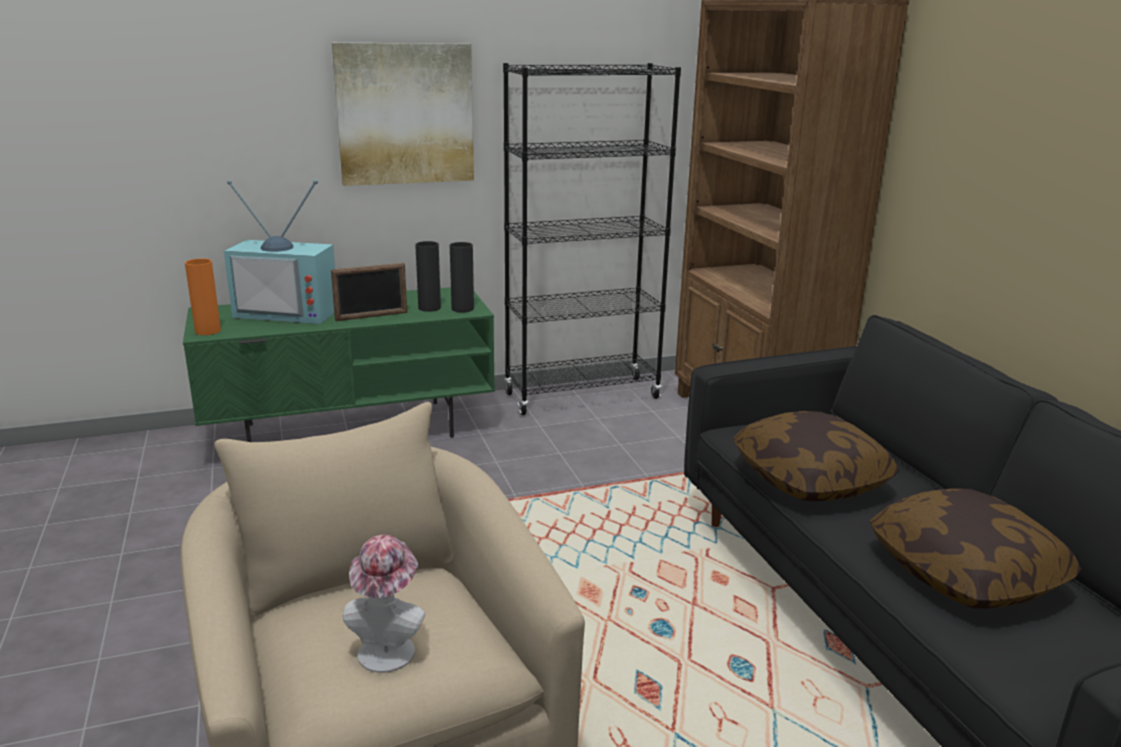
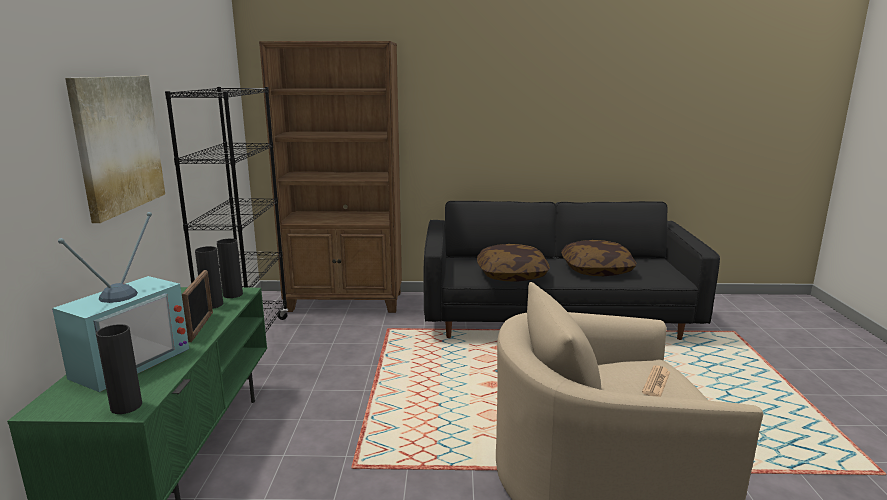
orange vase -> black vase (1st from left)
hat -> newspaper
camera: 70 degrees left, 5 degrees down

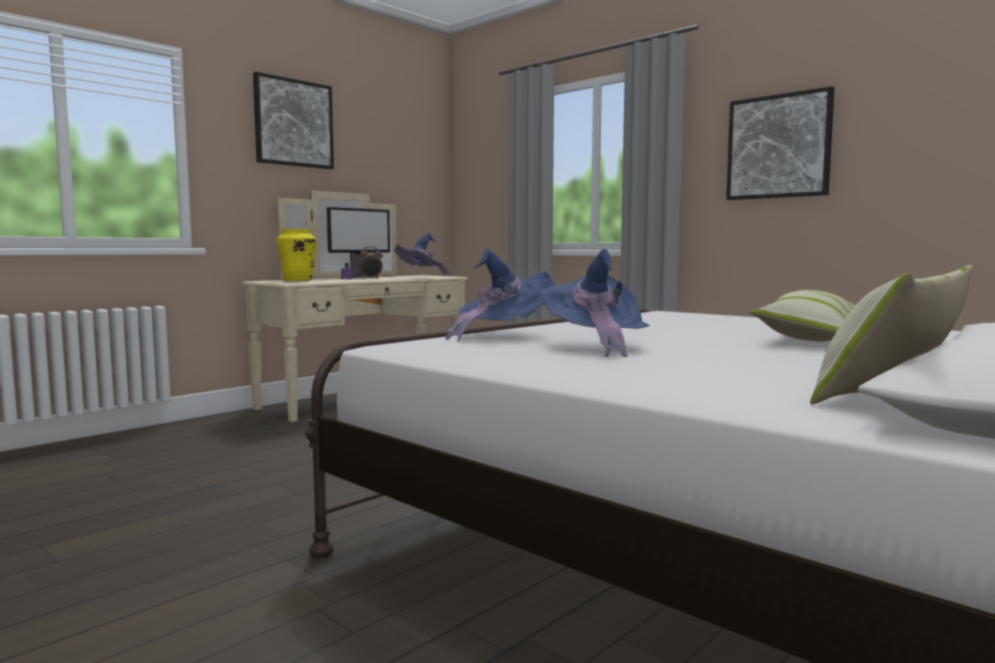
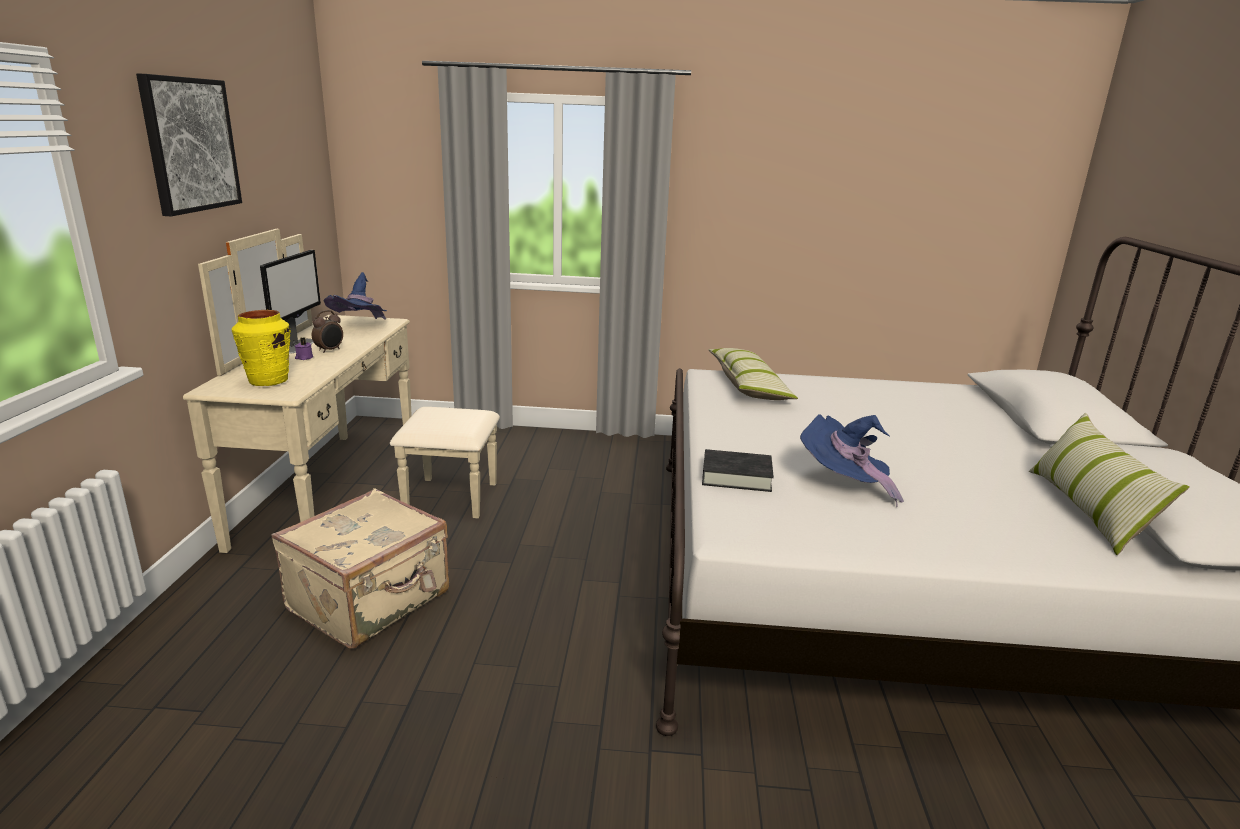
picture (2nd from left) -> none
blue hat (2nd from left) -> black book
pillow (1st from left), move
none -> beige suitcase
camera: 40 degrees left, 15 degrees up

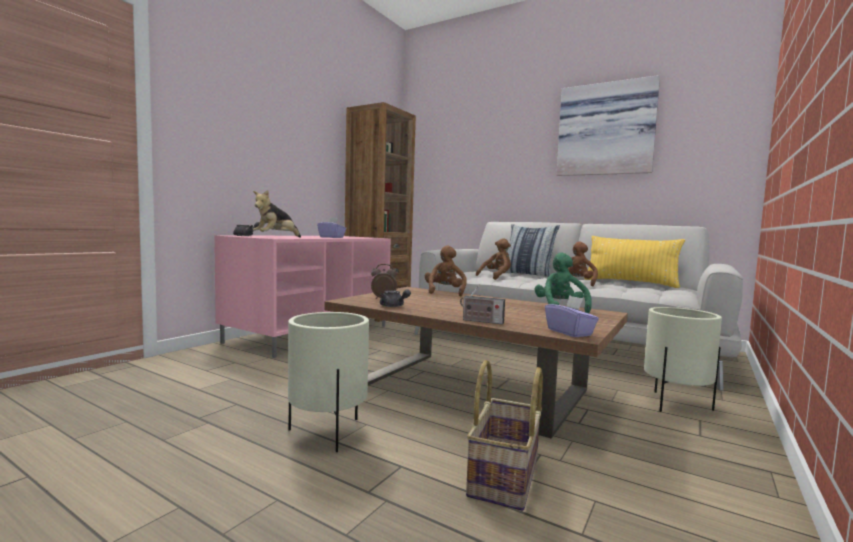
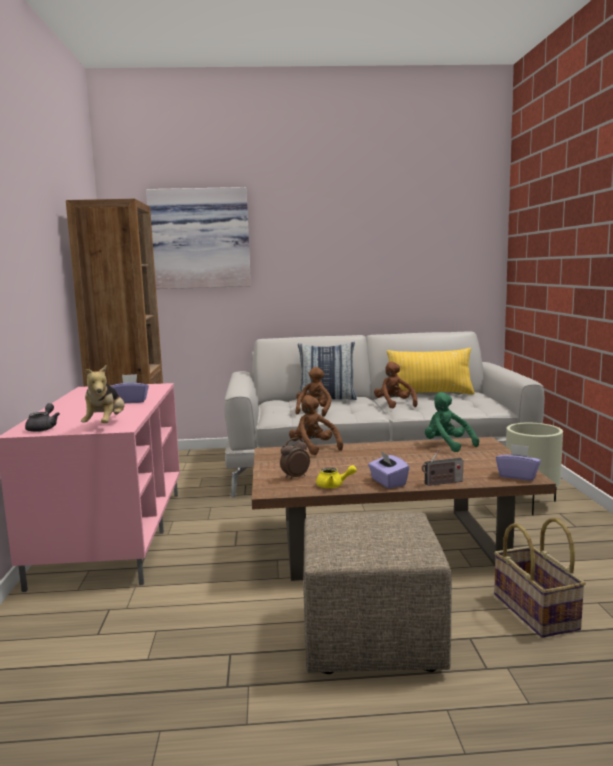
picture, move
grey teapot (2nd from left) -> yellow teapot
beige planter (1st from left) -> beige ottoman
none -> purple tissue box (2nd from left)
camera: 35 degrees left, 5 degrees up

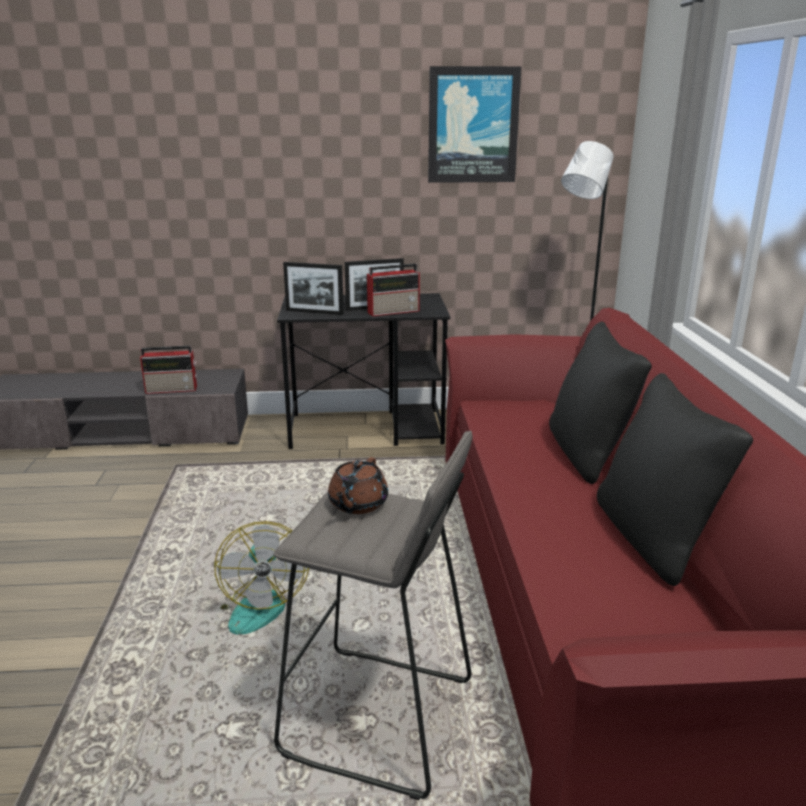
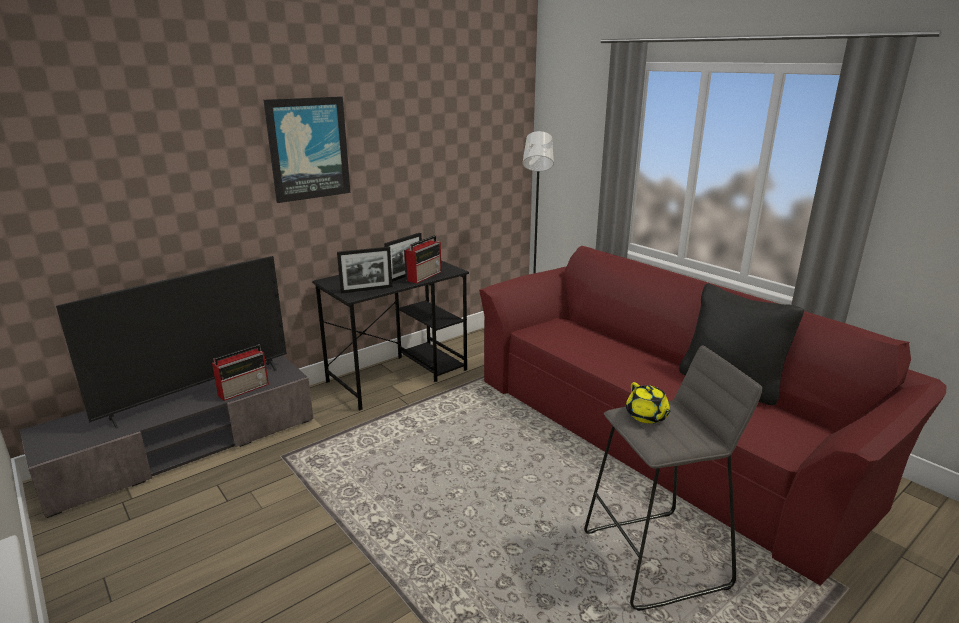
picture, move
black pillow (1st from left) -> none
brown teapot -> yellow teapot
fan -> none
none -> television
camera: 35 degrees left, 0 degrees up

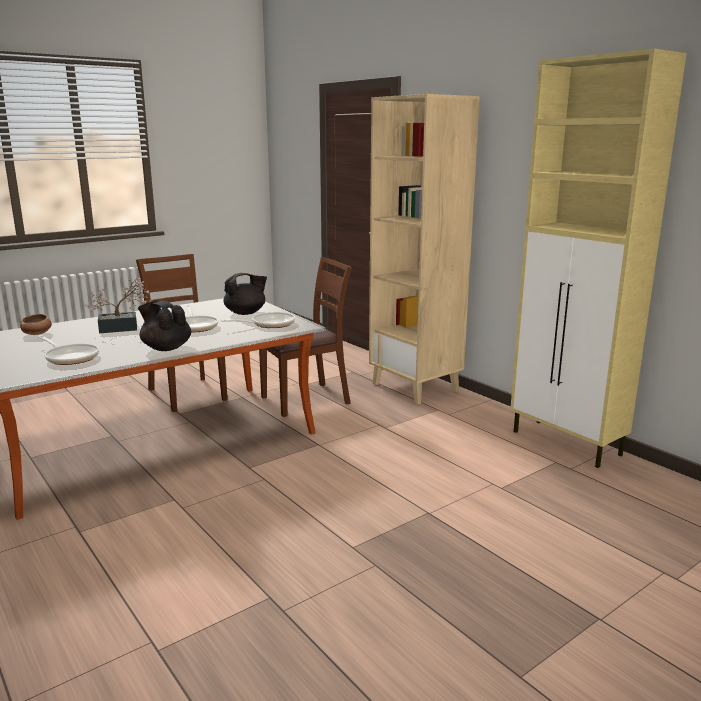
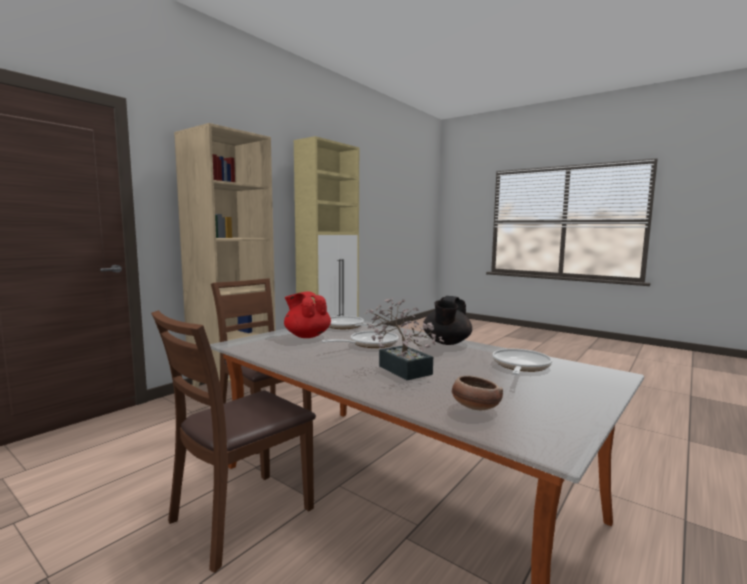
black teapot (2nd from left) -> red teapot
camera: 105 degrees left, 10 degrees down

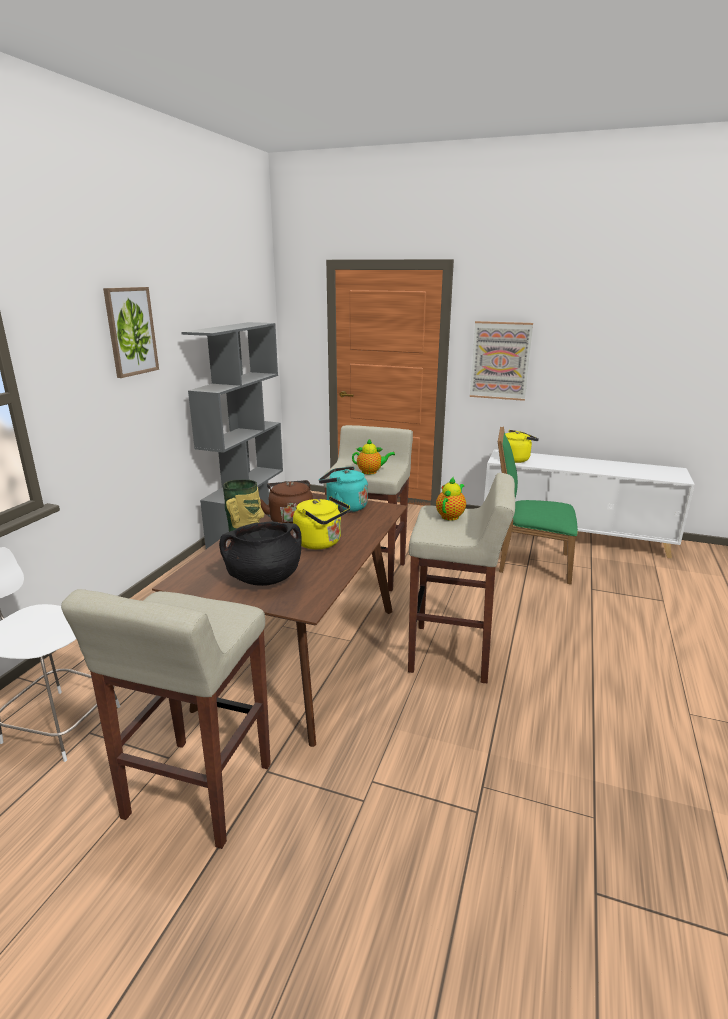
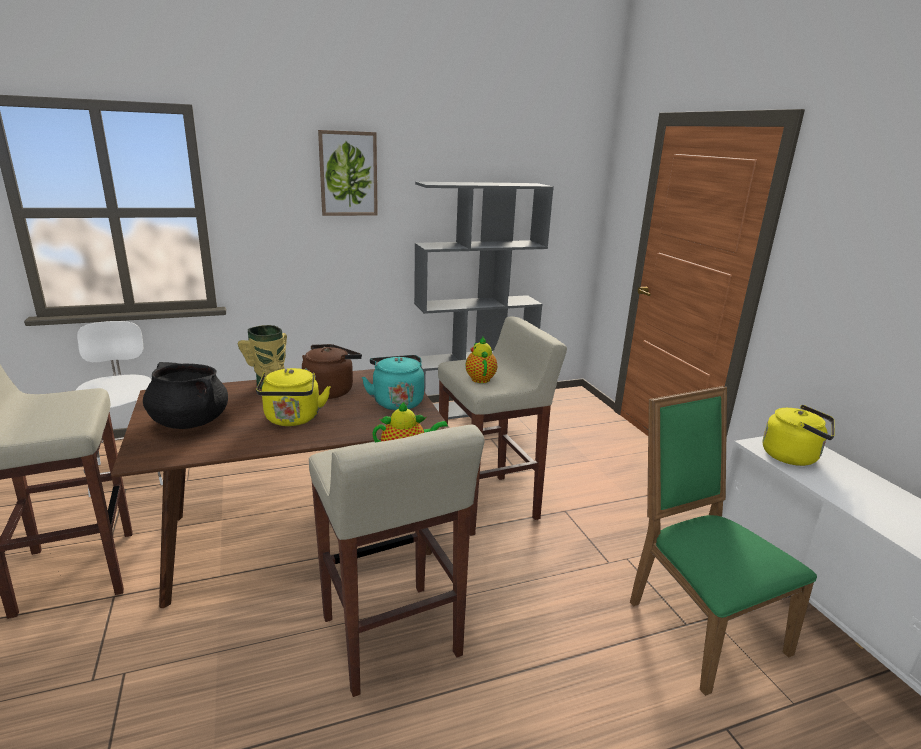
picture (2nd from left) -> none
teapot (1st from left in the first image) -> teapot (2nd from left), 150 degrees counterclockwise
camera: 50 degrees right, 0 degrees up

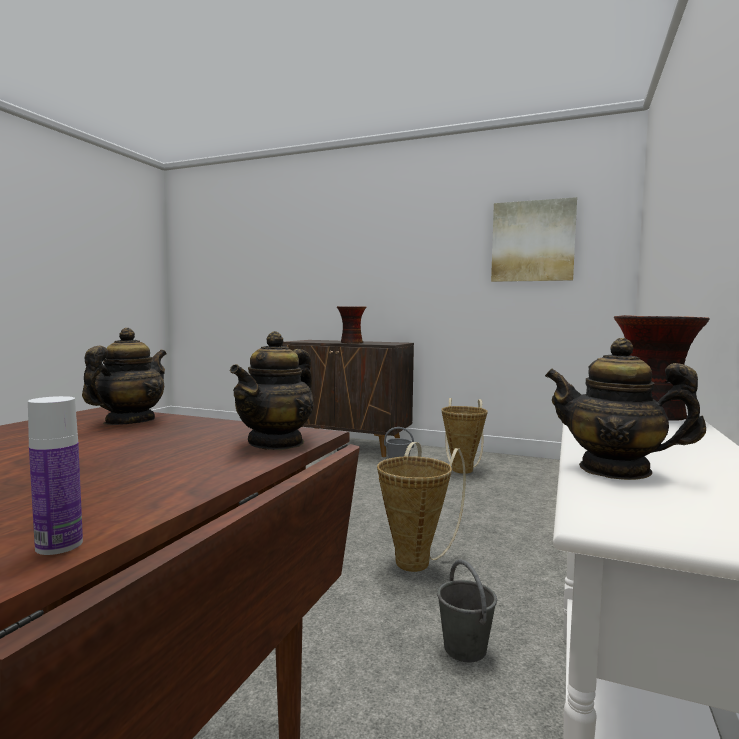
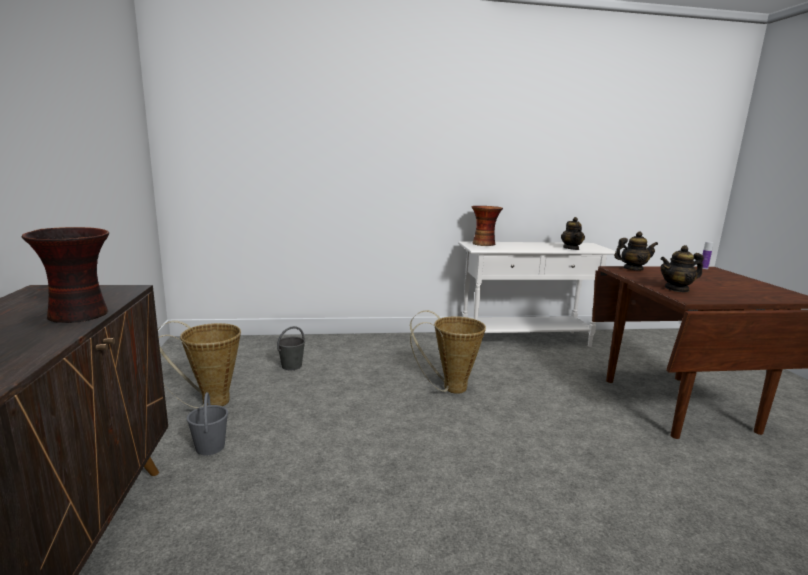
picture -> none
grey bucket (2nd from left), move
camera: 120 degrees left, 10 degrees up

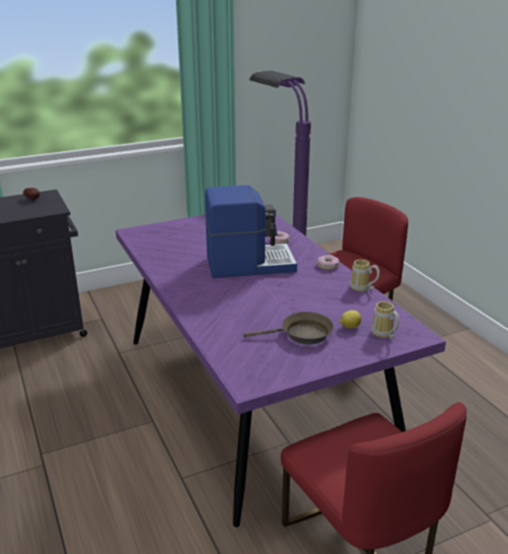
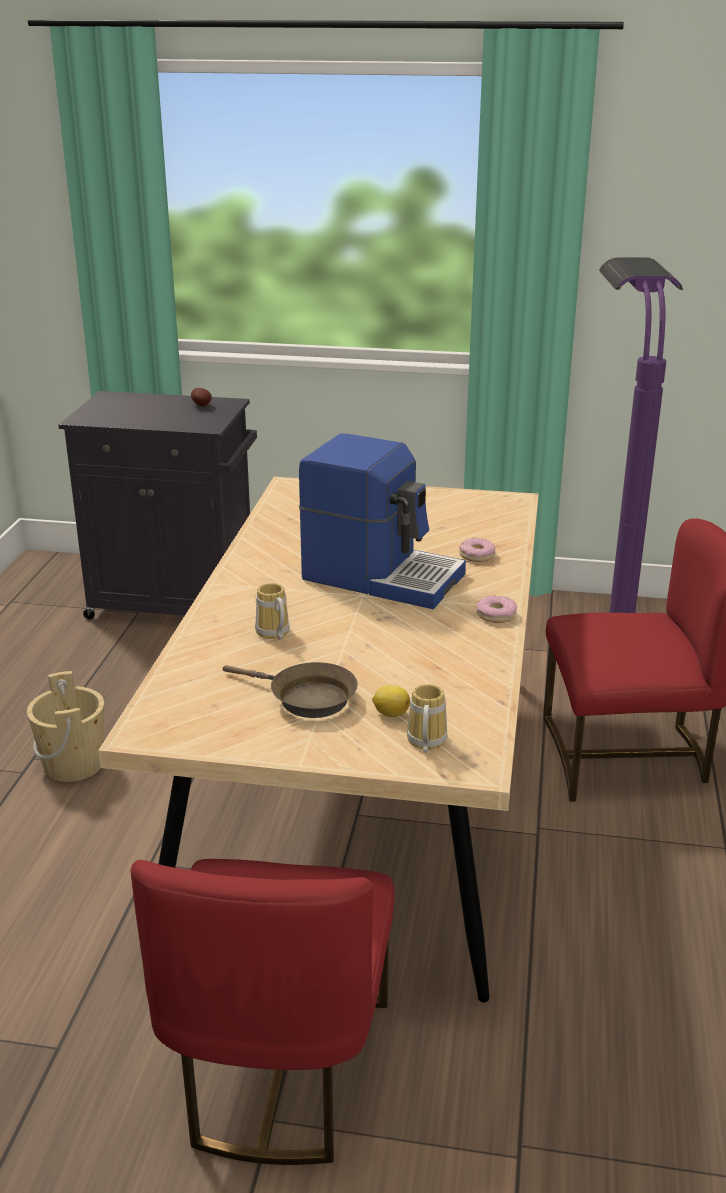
purple dining table -> beige dining table
mug (1st from left), move
none -> beige bucket
camera: 35 degrees right, 0 degrees up

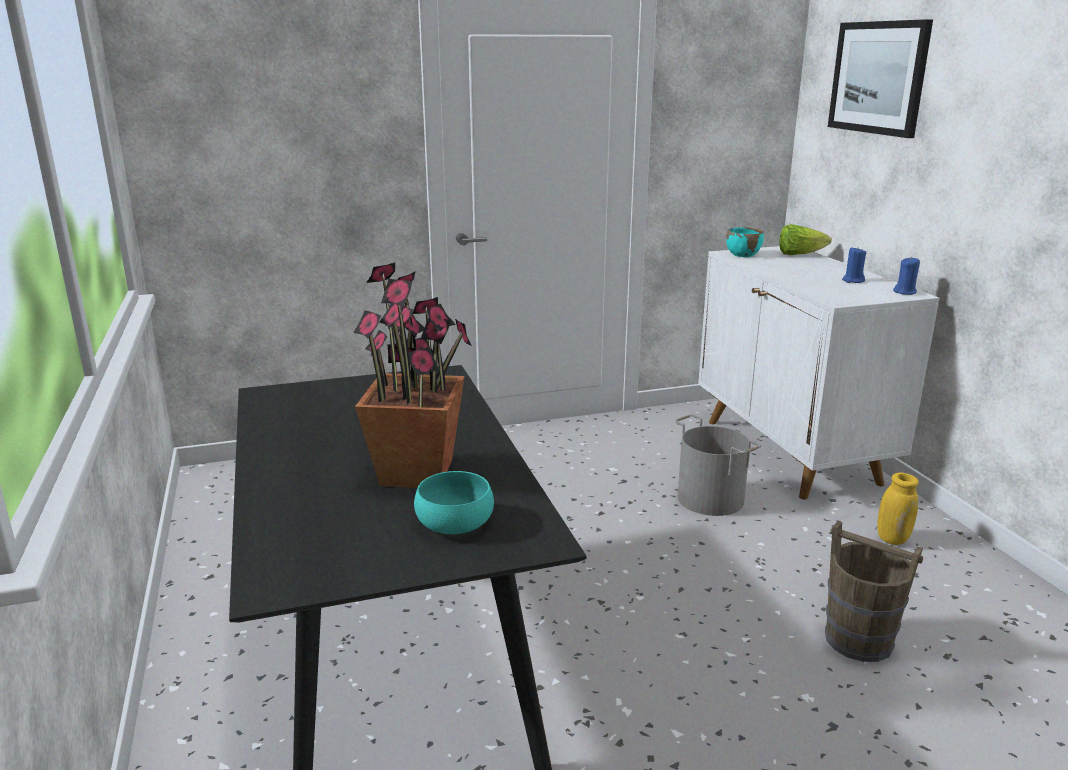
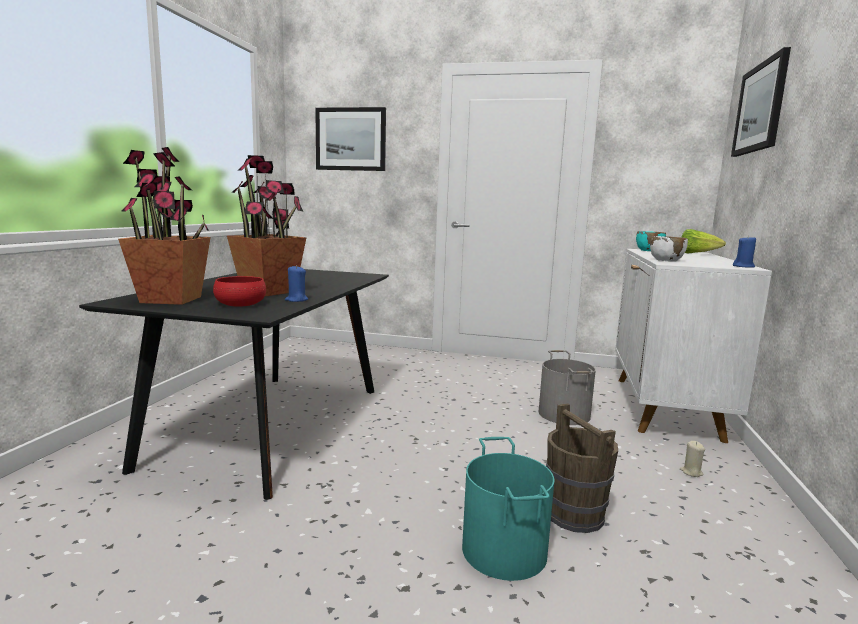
blue candle (1st from left), move
turquoise bowl (1st from left) -> red bowl
yellow vase -> beige candle
none -> picture (1st from left)
none -> potted plant (1st from left)
none -> white bowl
none -> turquoise bucket
camera: 30 degrees right, 10 degrees down

